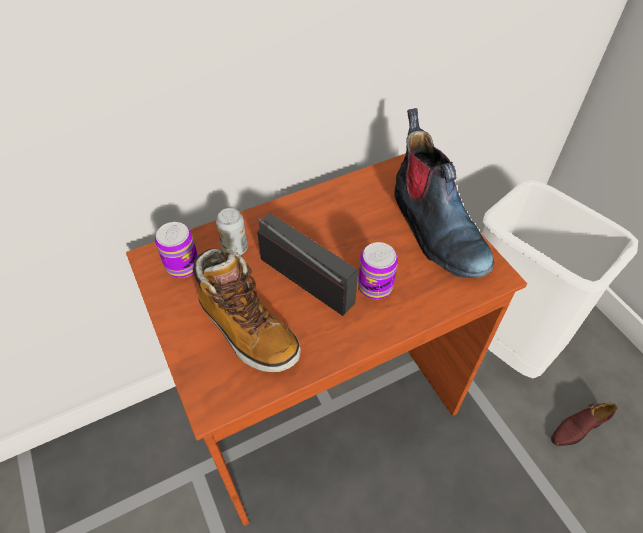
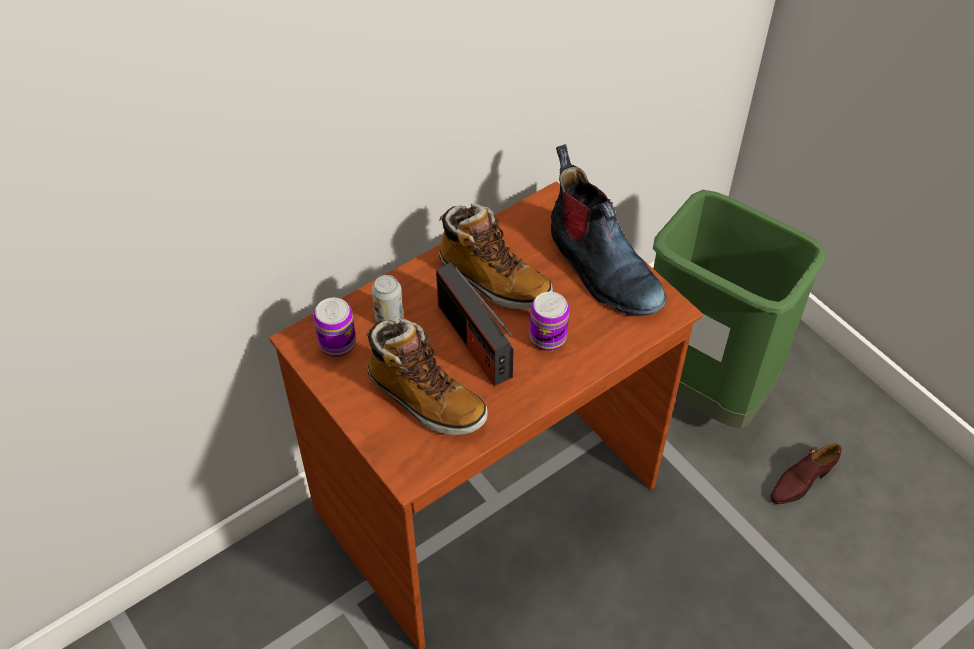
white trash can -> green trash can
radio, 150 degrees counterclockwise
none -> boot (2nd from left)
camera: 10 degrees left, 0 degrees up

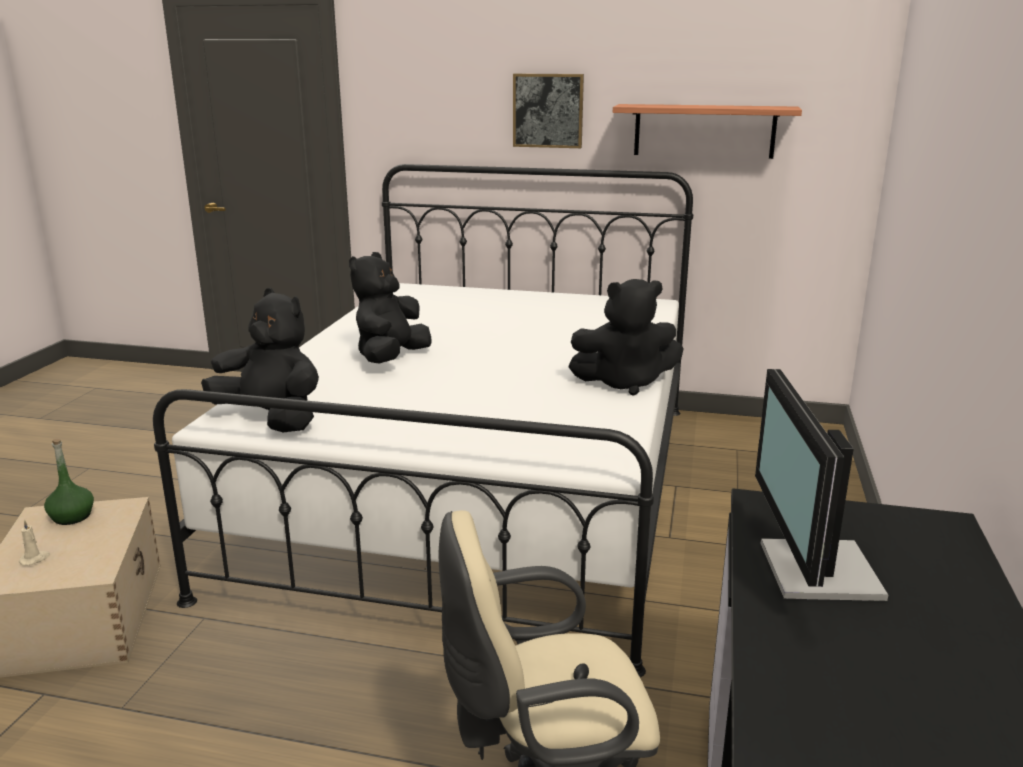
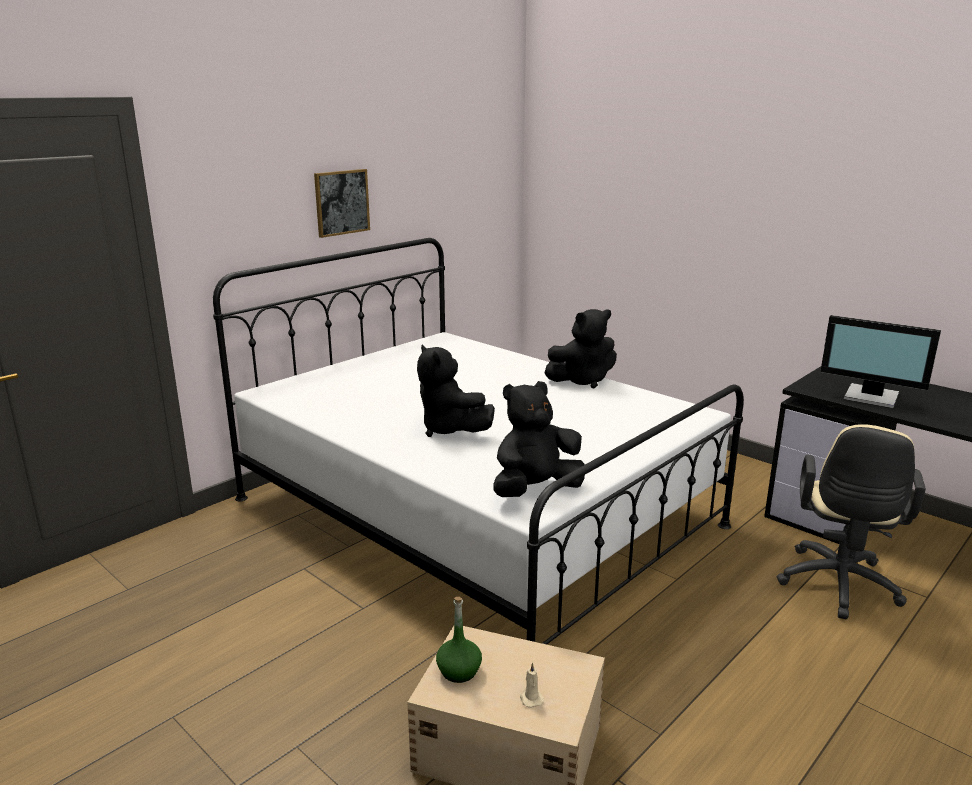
shelf -> none
black plush toy (3rd from left), 45 degrees clockwise
camera: 60 degrees left, 0 degrees up

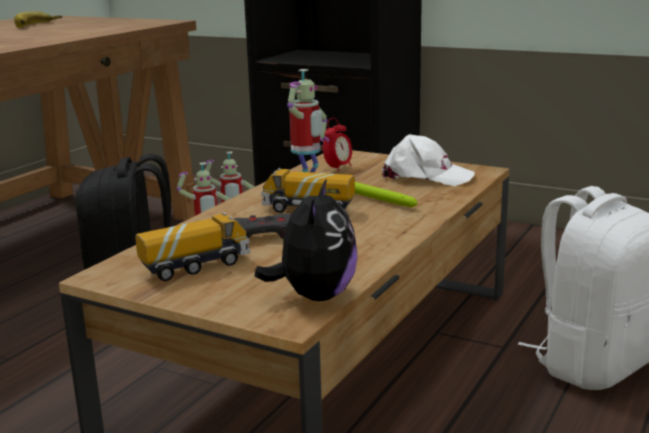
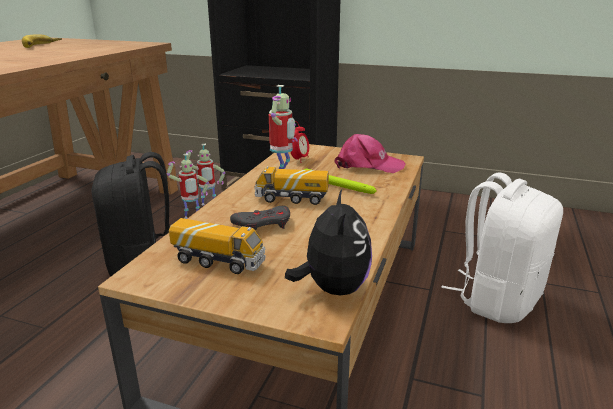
white cap -> pink cap
toy truck (1st from left), 60 degrees clockwise
camera: 10 degrees left, 5 degrees up

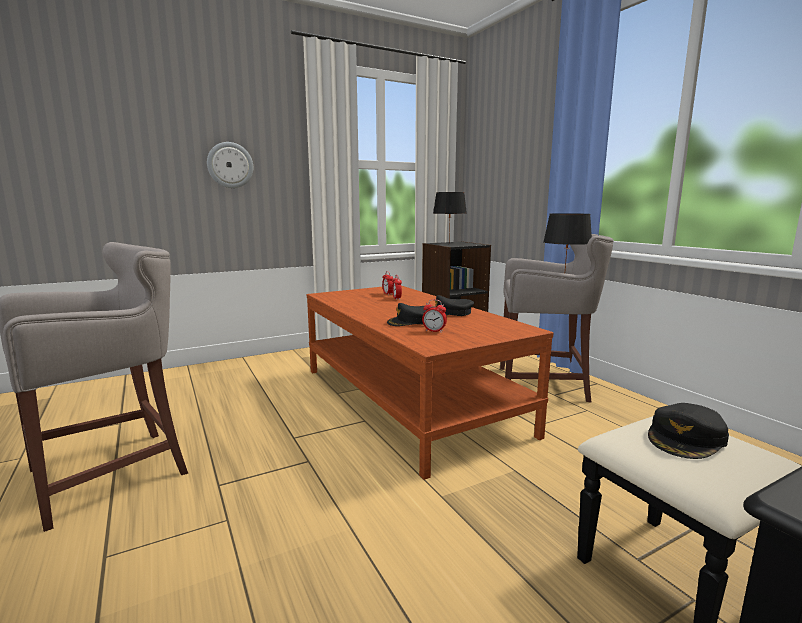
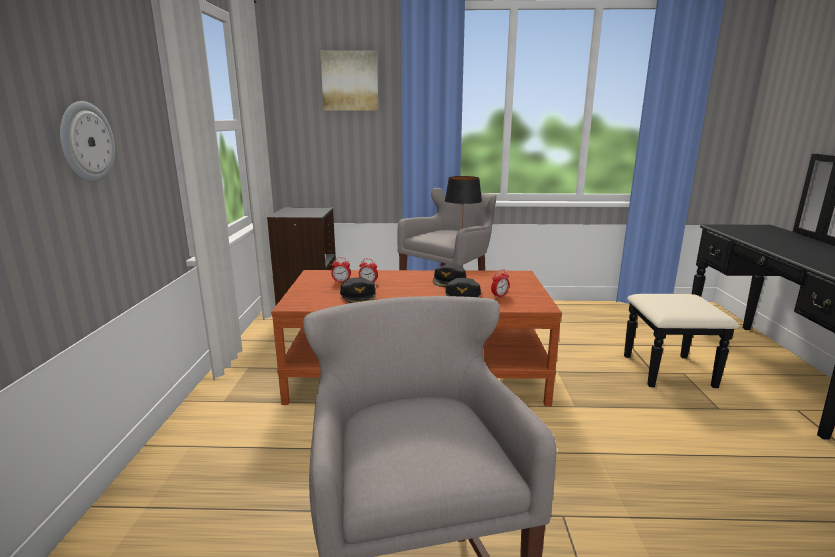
black table lamp (1st from left) -> none
black cap (3rd from left in the first image) -> black cap (1st from left), move
none -> picture
camera: 60 degrees left, 5 degrees up

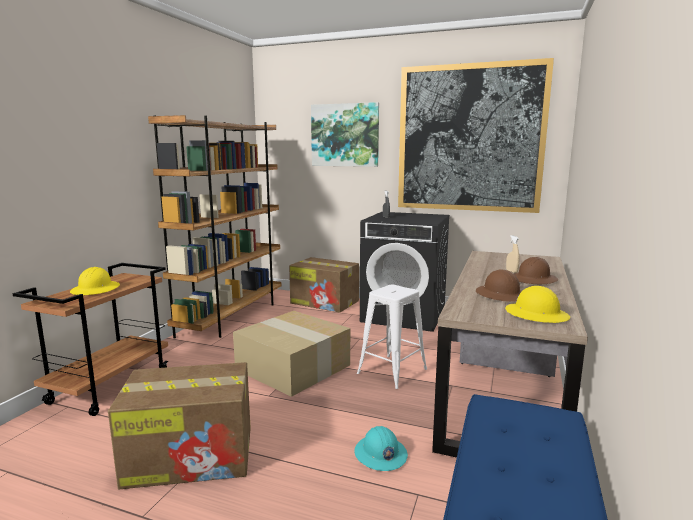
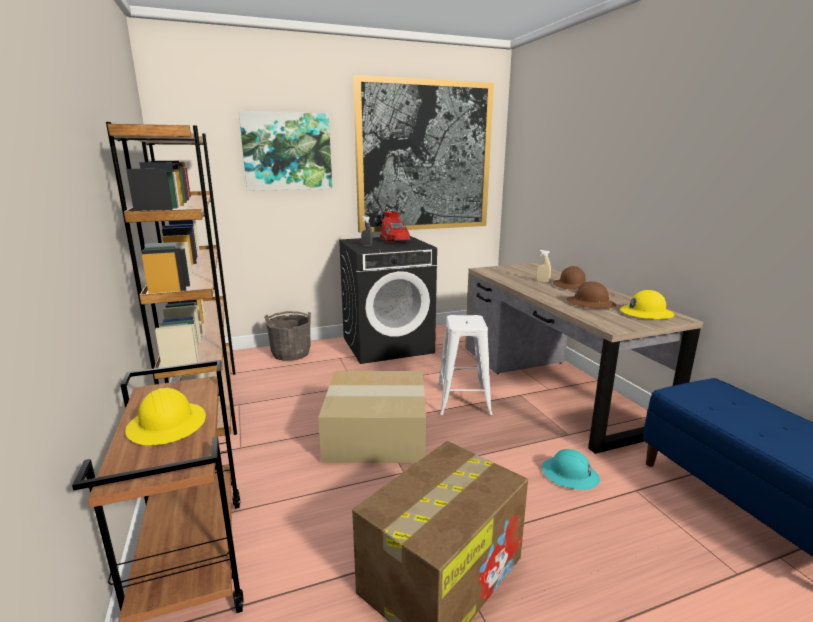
cardboard box (3rd from left) -> grey bucket
none -> red boot
camera: 40 degrees left, 5 degrees up

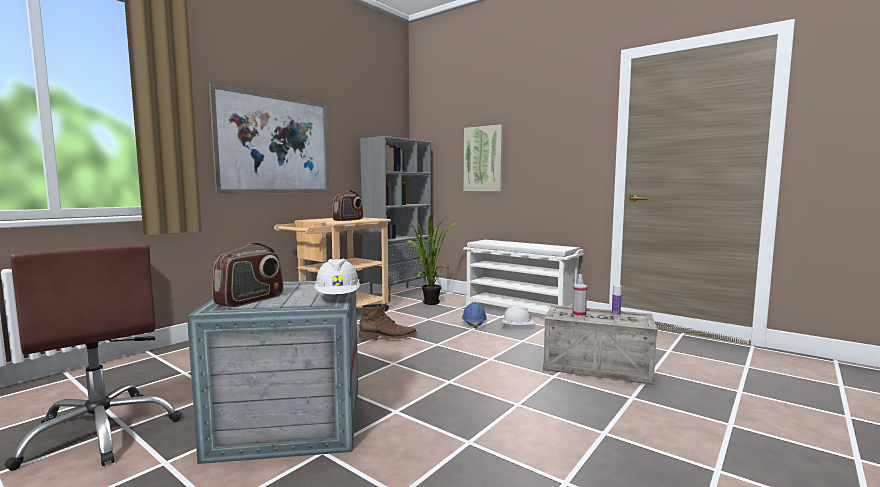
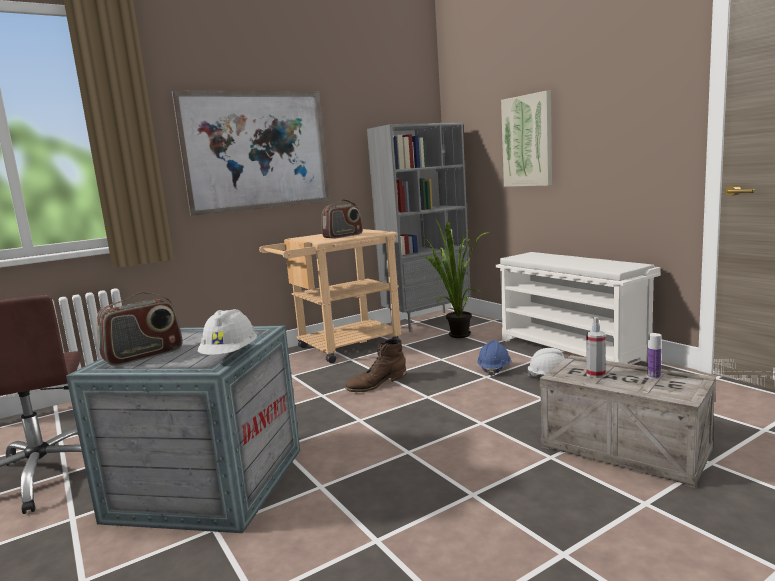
brown boot, 135 degrees clockwise
camera: 20 degrees right, 5 degrees up

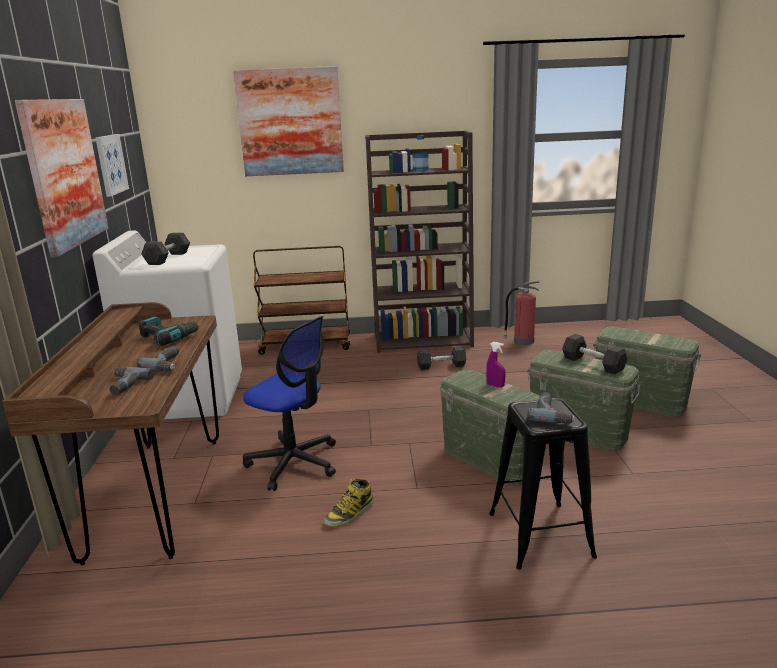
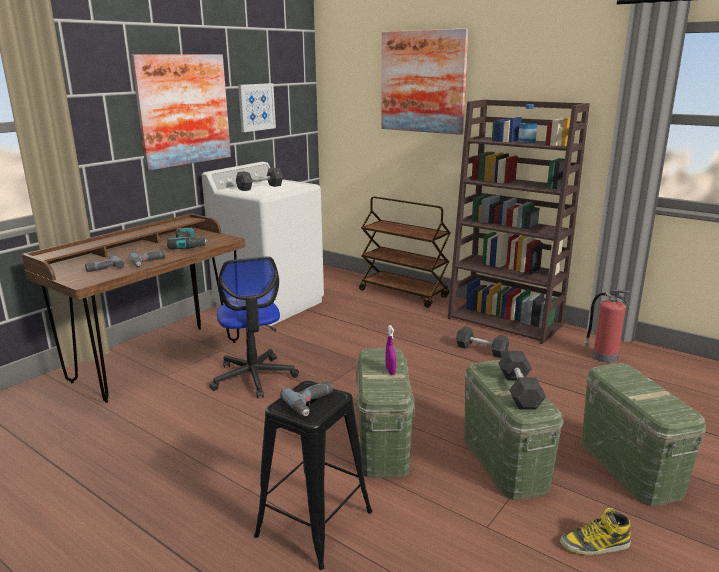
boot, move
camera: 40 degrees right, 0 degrees up

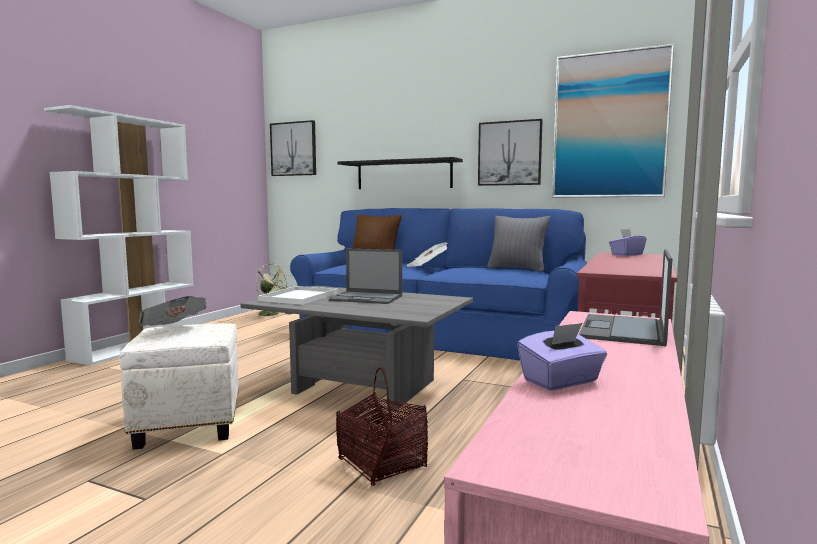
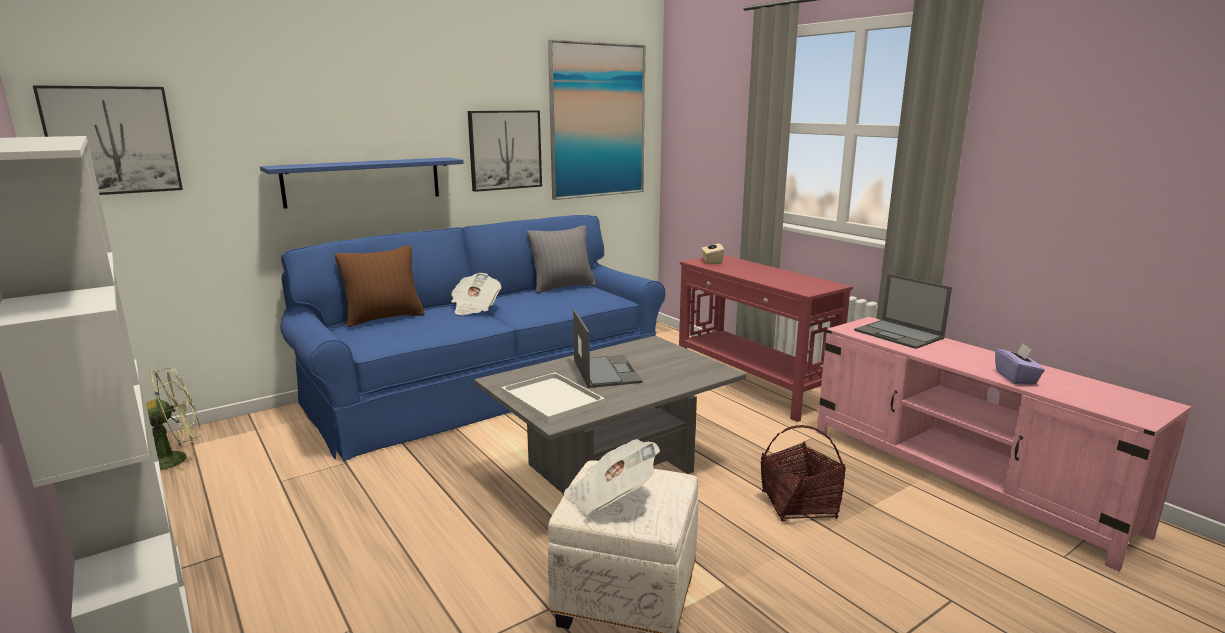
black shelf -> blue shelf
purple tissue box (2nd from left) -> beige tissue box
laptop (1st from left), 60 degrees counterclockwise
camera: 60 degrees left, 10 degrees up

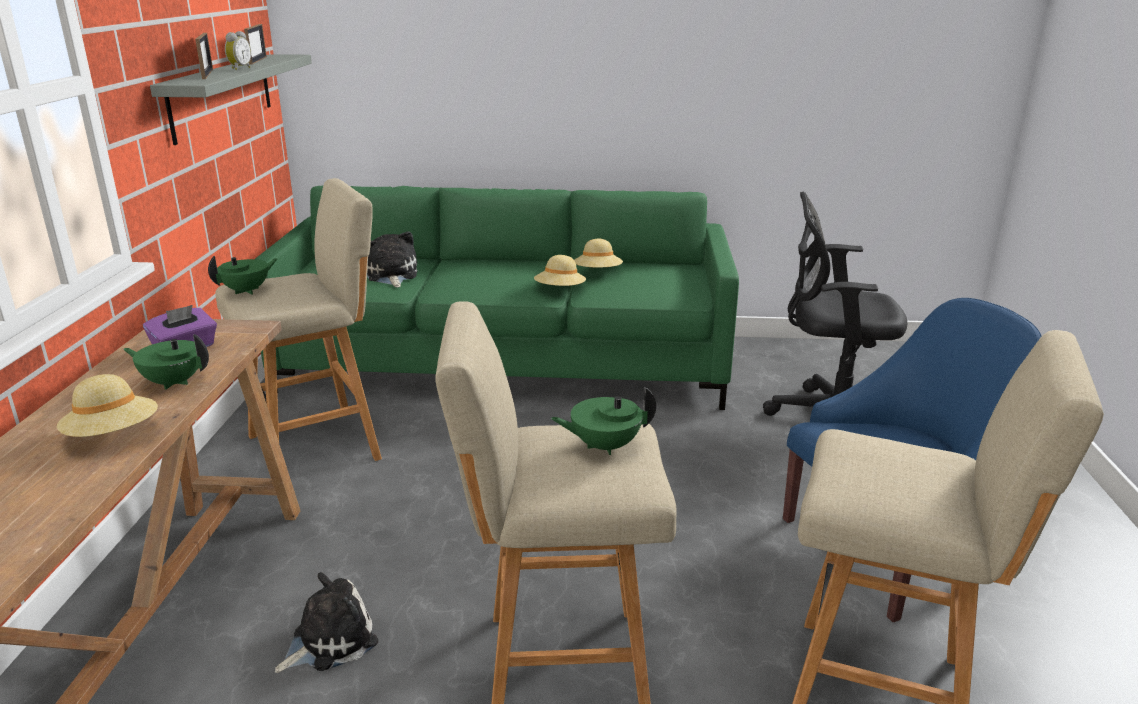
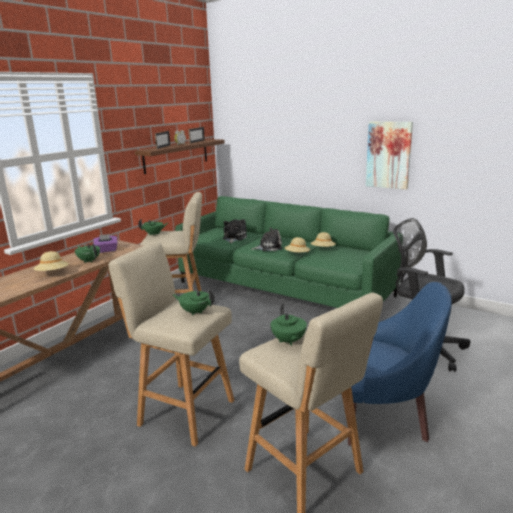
grey shelf -> brown shelf
plush toy (1st from left in the first image) -> plush toy (2nd from left), move
none -> picture
none -> green teapot (4th from left)
camera: 30 degrees right, 5 degrees down

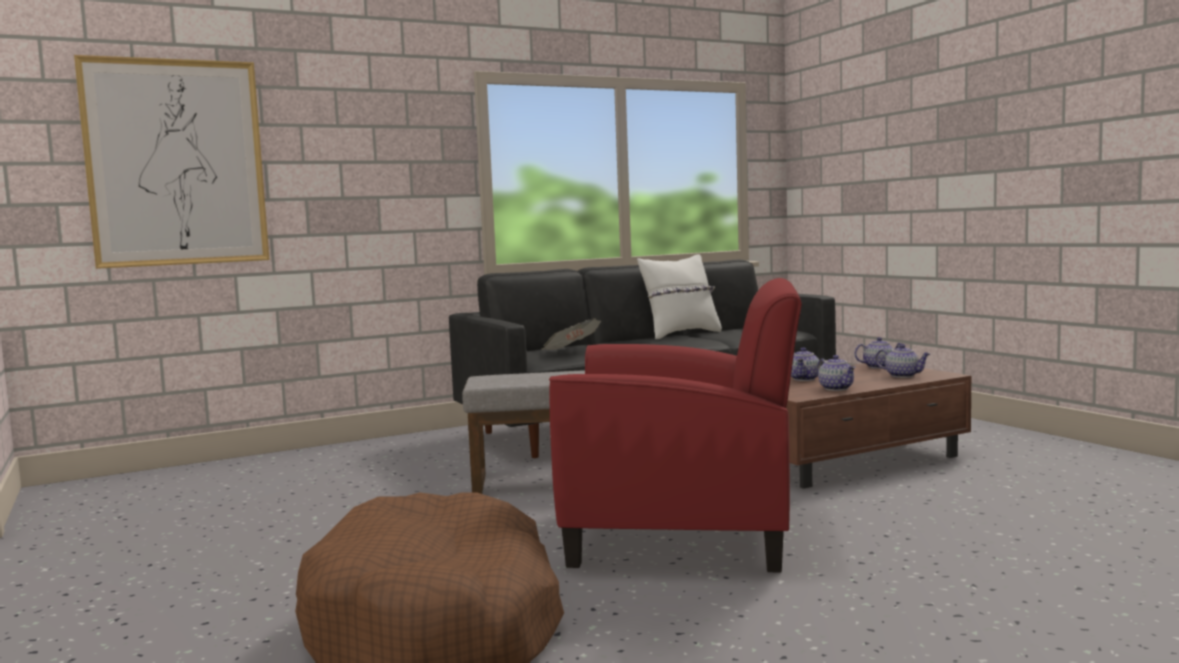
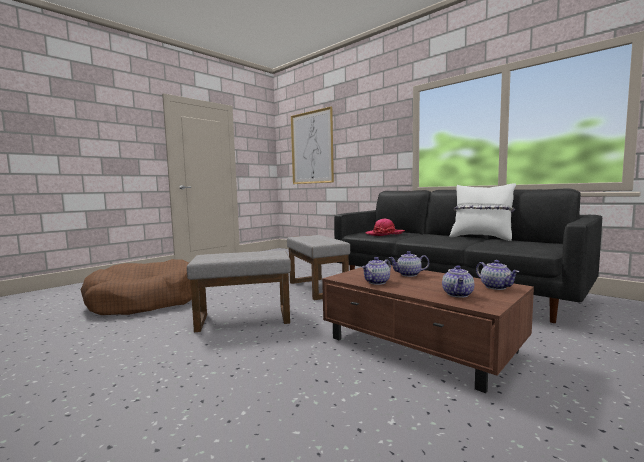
red armchair -> grey ottoman (1st from left)
newspaper -> hat
camera: 70 degrees right, 0 degrees up

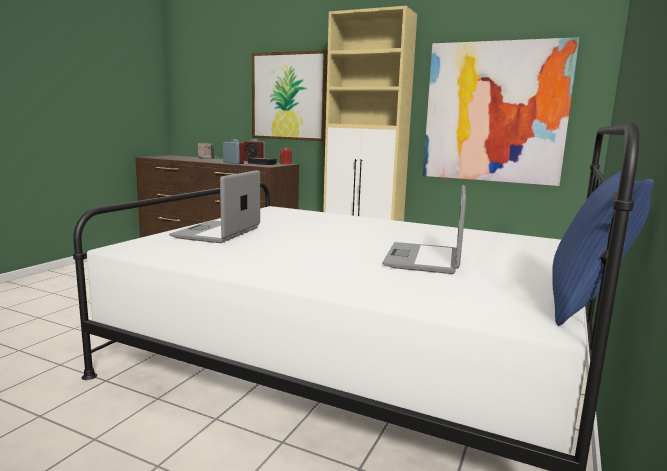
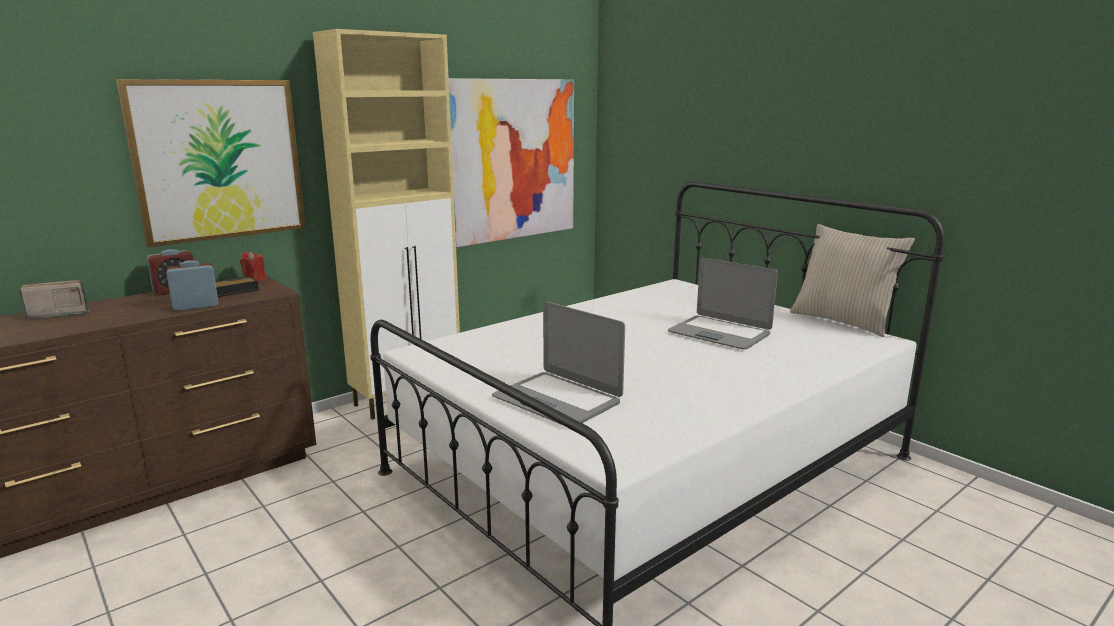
blue pillow -> beige pillow
camera: 65 degrees left, 5 degrees up

